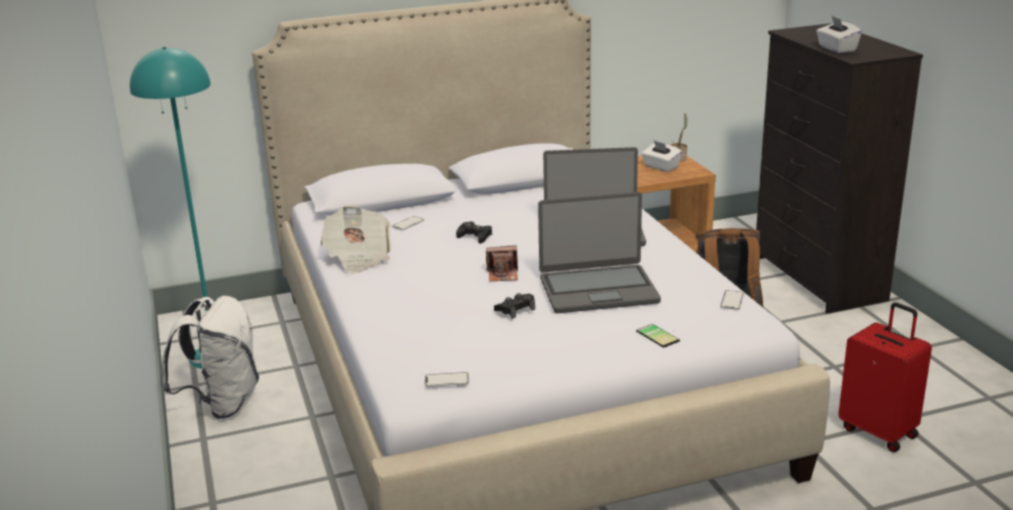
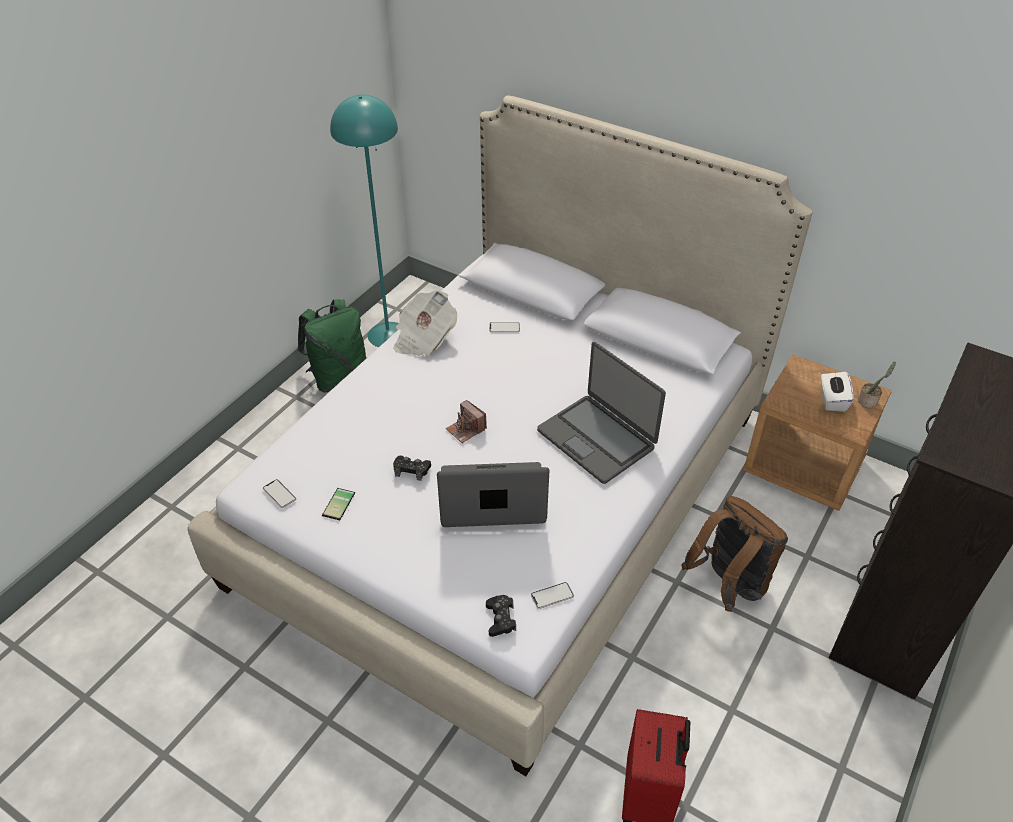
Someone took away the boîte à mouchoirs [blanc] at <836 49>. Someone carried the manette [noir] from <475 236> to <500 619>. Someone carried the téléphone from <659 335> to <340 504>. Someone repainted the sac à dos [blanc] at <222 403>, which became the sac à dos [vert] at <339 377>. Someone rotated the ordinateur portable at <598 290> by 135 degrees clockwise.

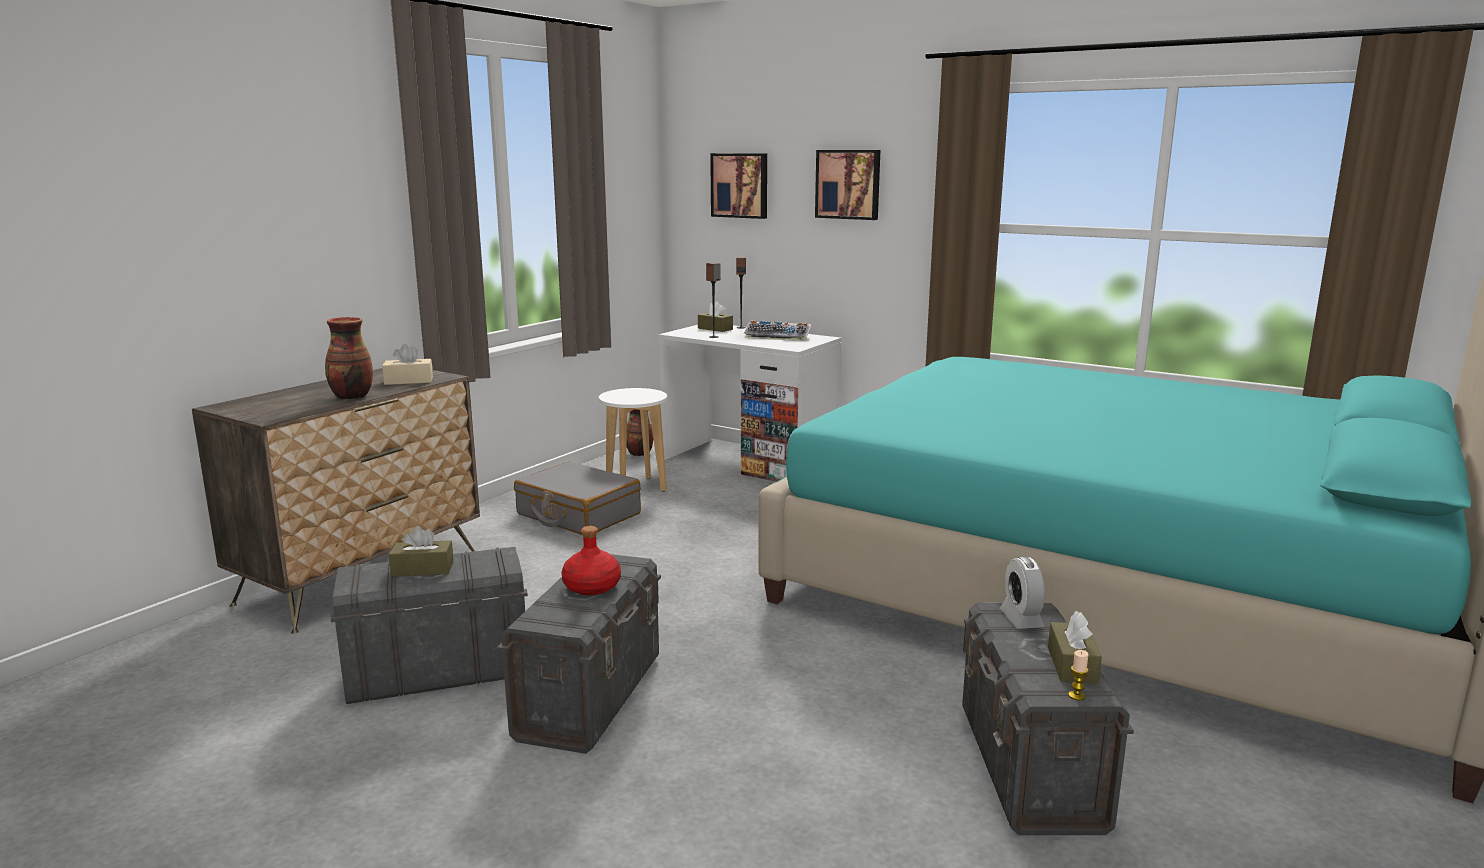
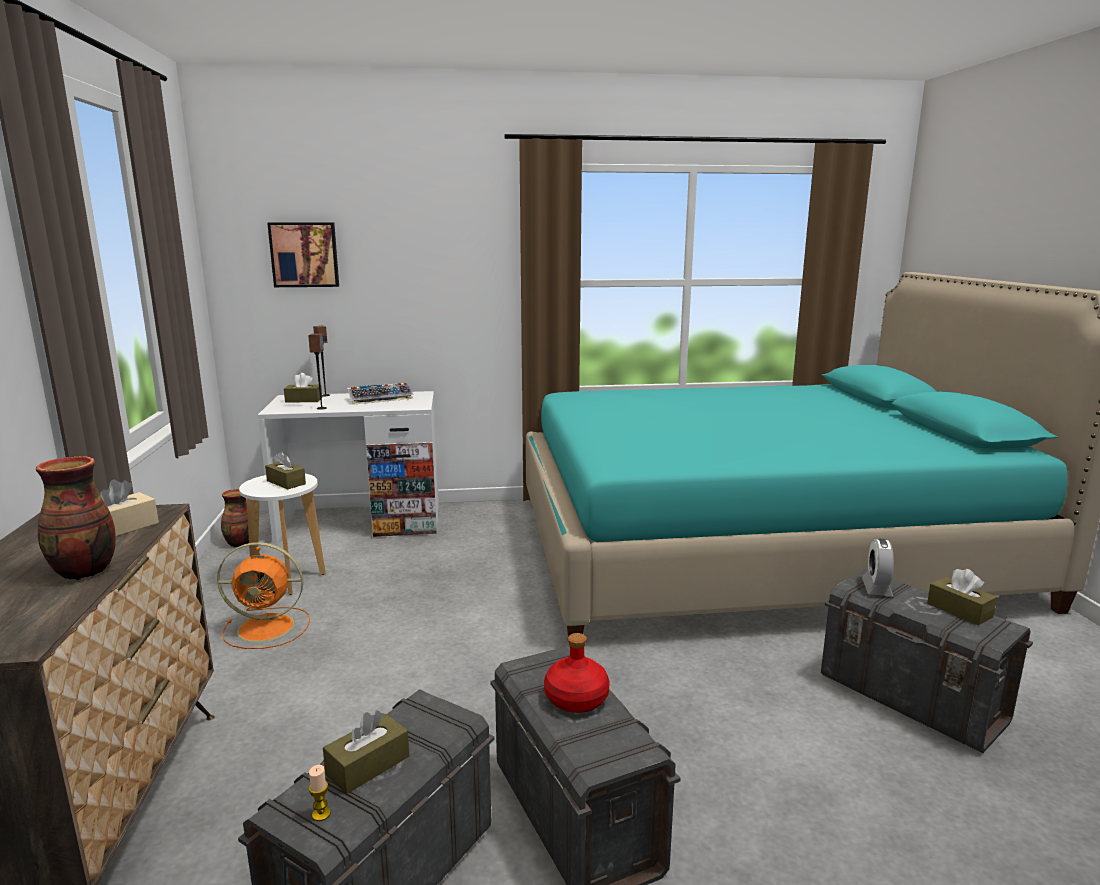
Someone took away the tableau at <848 184>. Someone put down the boîte à mouchoirs [marron] at <286 482>. Someone carried the bougie from <1076 696> to <321 814>. Someone swapped the valise [gris] at <578 514> for the ventilateur [orange] at <269 628>. Someone rotated the réveil at <1021 619> by 60 degrees clockwise.

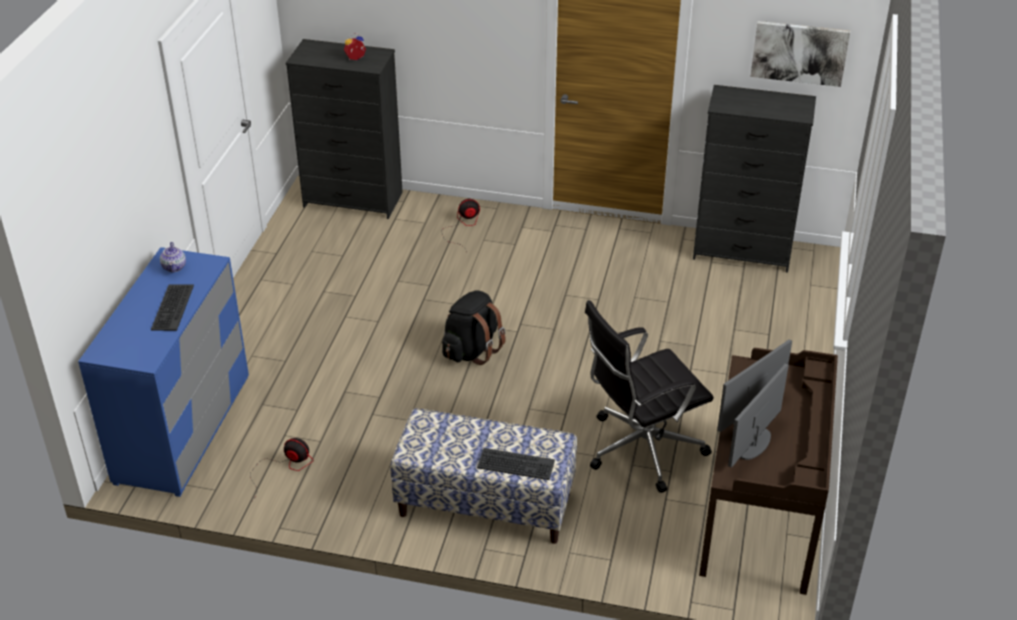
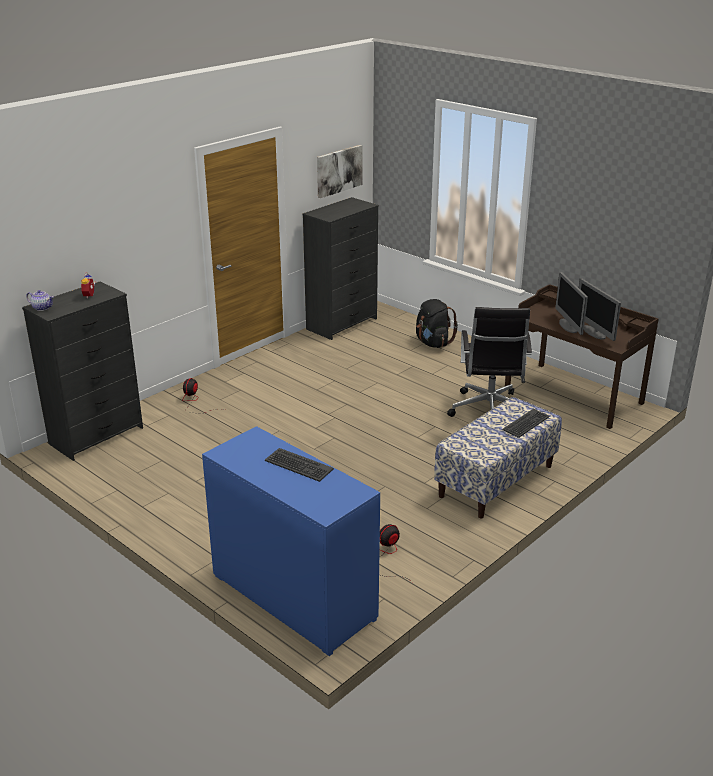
Someone carried the théière from <174 267> to <42 308>. Someone carried the sac à dos [noir] from <471 350> to <433 343>.

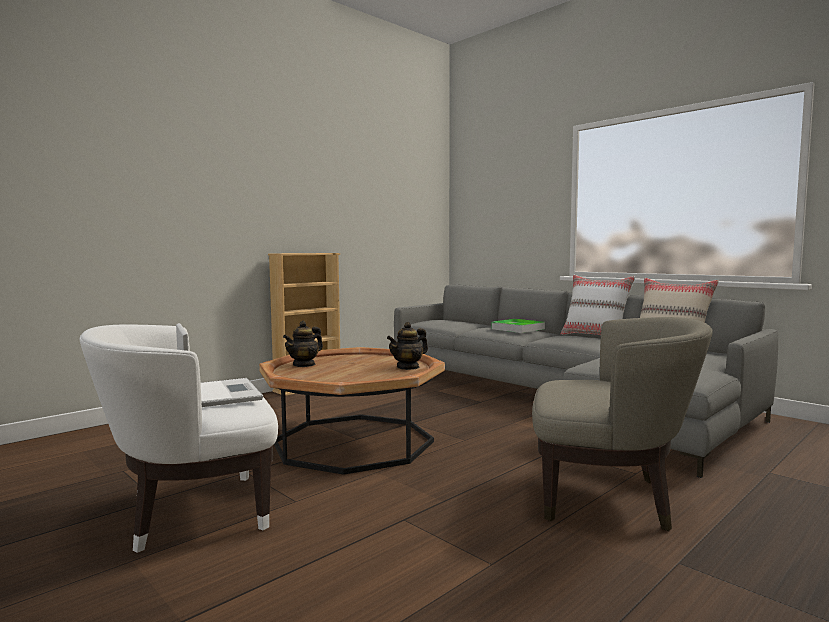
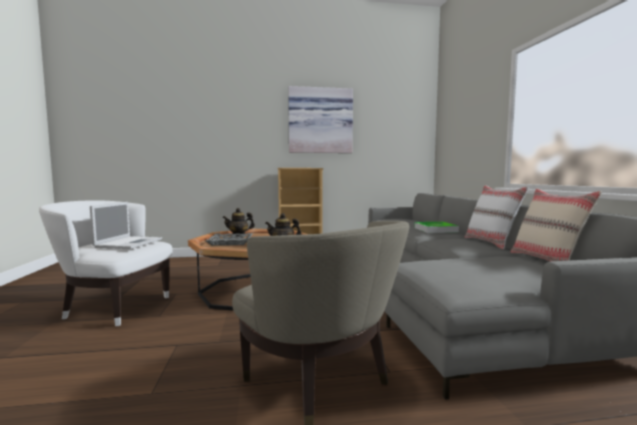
Someone put down the plateau [gris] at <230 242>. Someone put up the tableau at <320 121>.

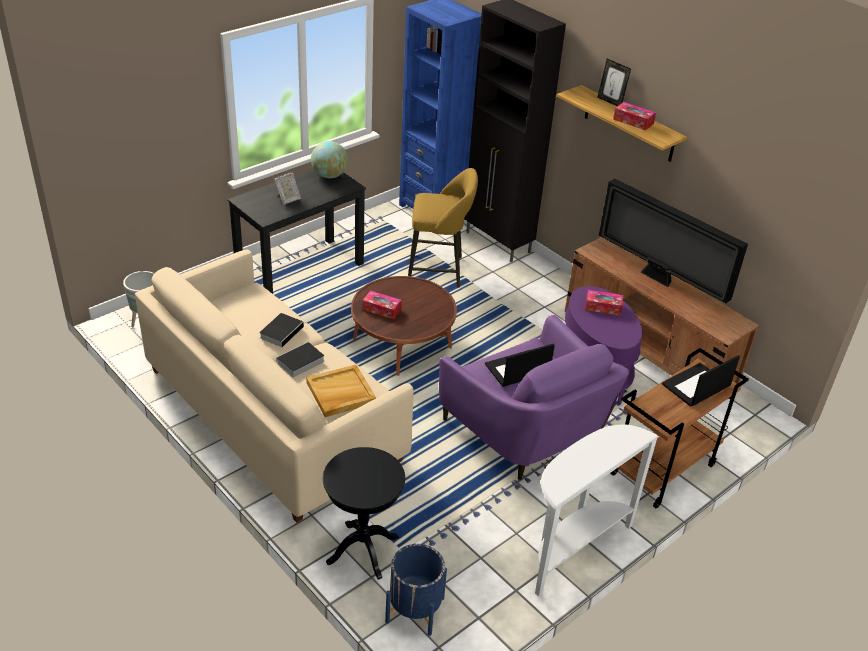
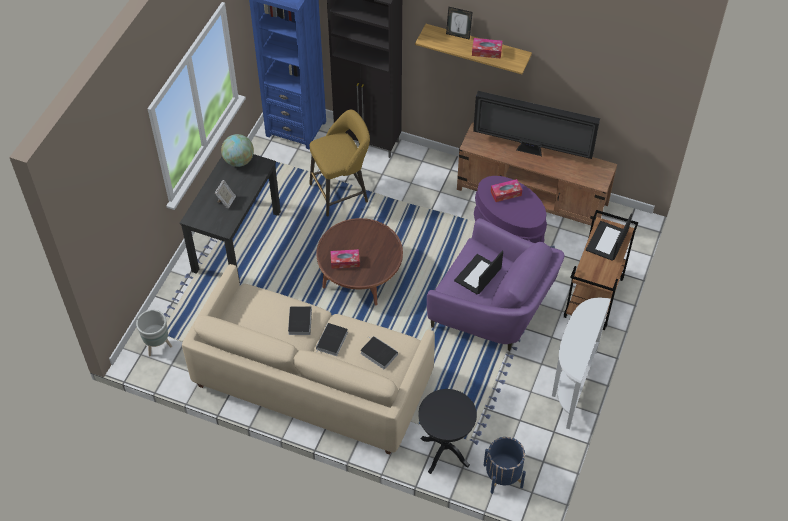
Someone swapped the plateau [beige] at <340 393> for the livre at <378 353>.

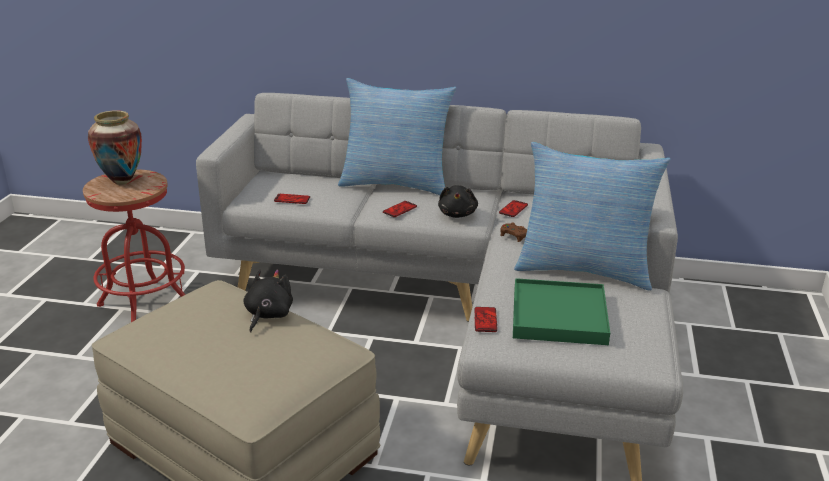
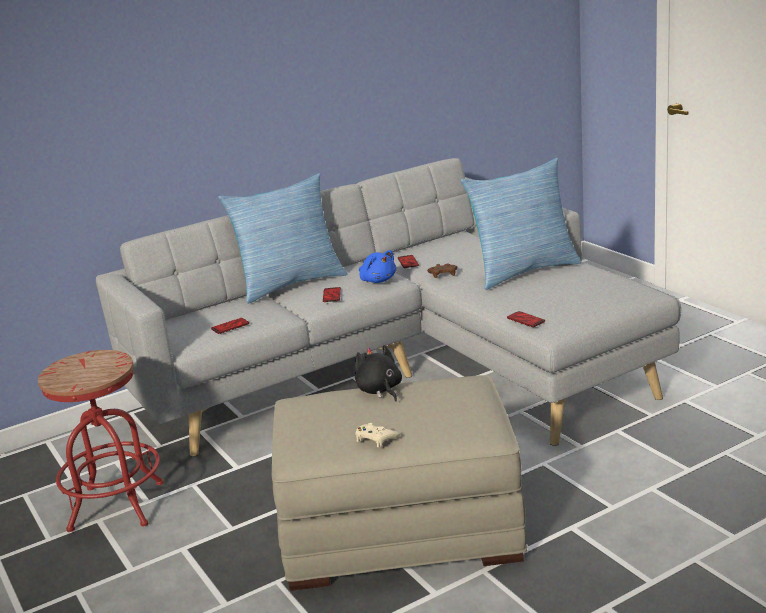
Someone took away the vase at <121 181>. Someone took away the plateau [vert] at <559 316>. Someone put down the manette [beige] at <375 438>. Someone repainted the peluche [noir] at <457 214>, which became the peluche [bleu] at <377 280>.

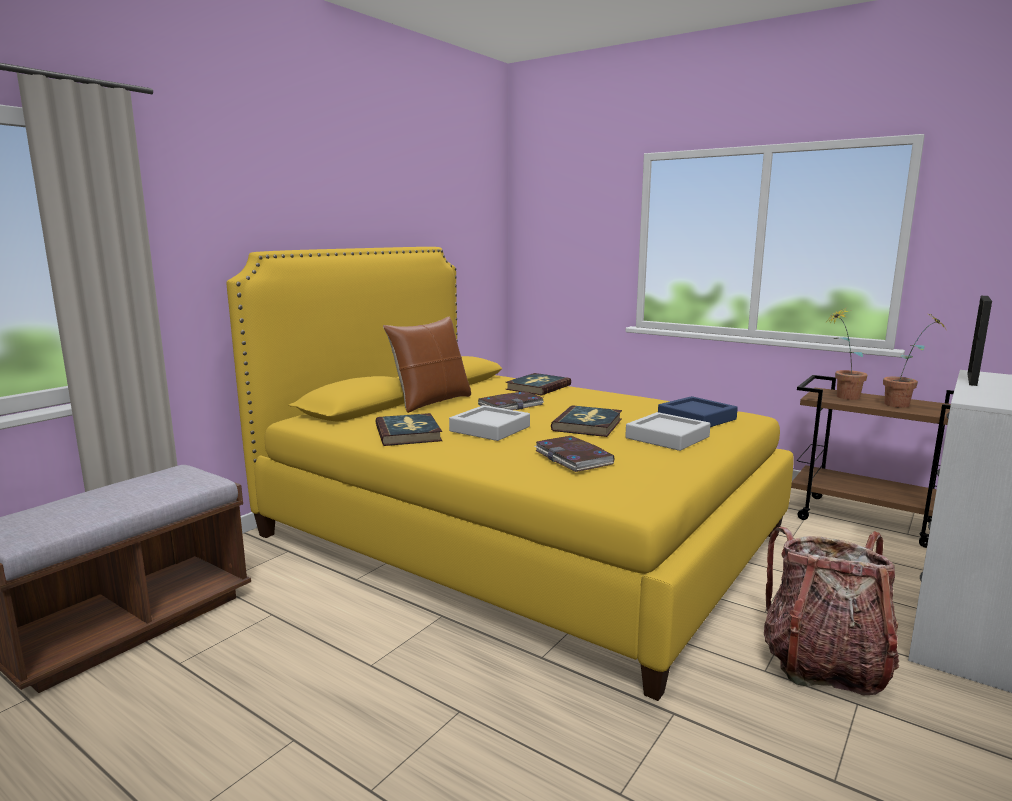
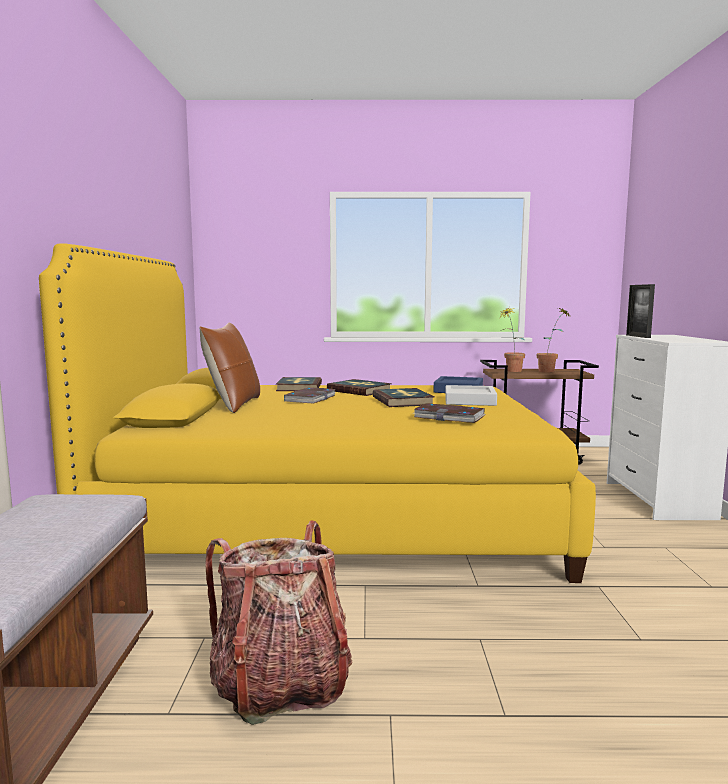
Someone took away the plateau [gris] at <490 429>. Someone carried the livre from <408 433> to <359 390>. Someone carried the sac à dos from <823 663> to <280 684>.

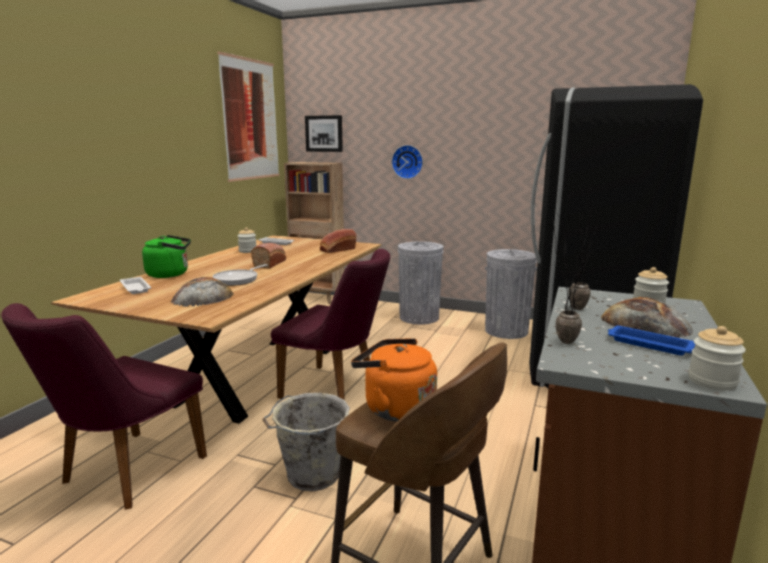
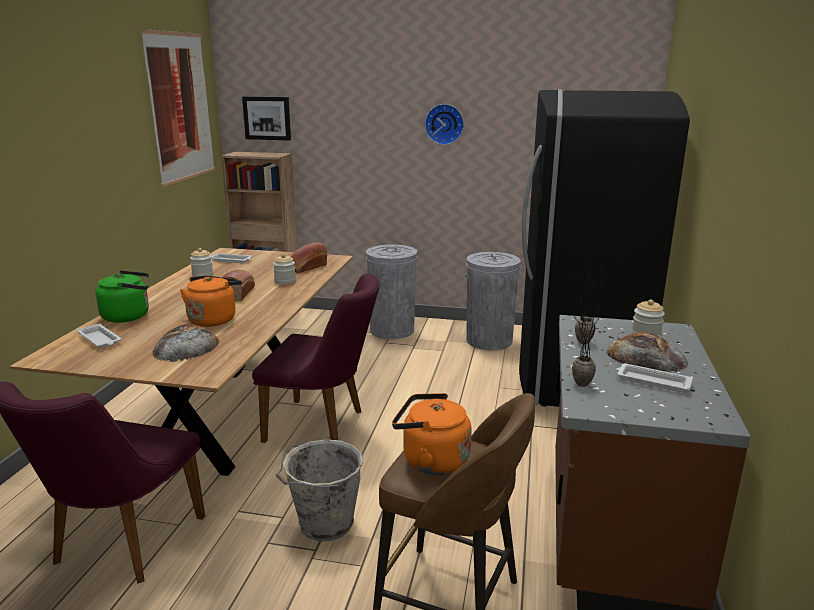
Someone carried the horloge murale from <408 162> to <444 124>. Someone carried the bocal from <712 381> to <285 281>. Someone swapped the poêle at <238 279> for the bouilloire [orange] at <213 319>. Someone repainted the plateau [bleu] at <648 344>, which became the plateau [blanc] at <652 381>.

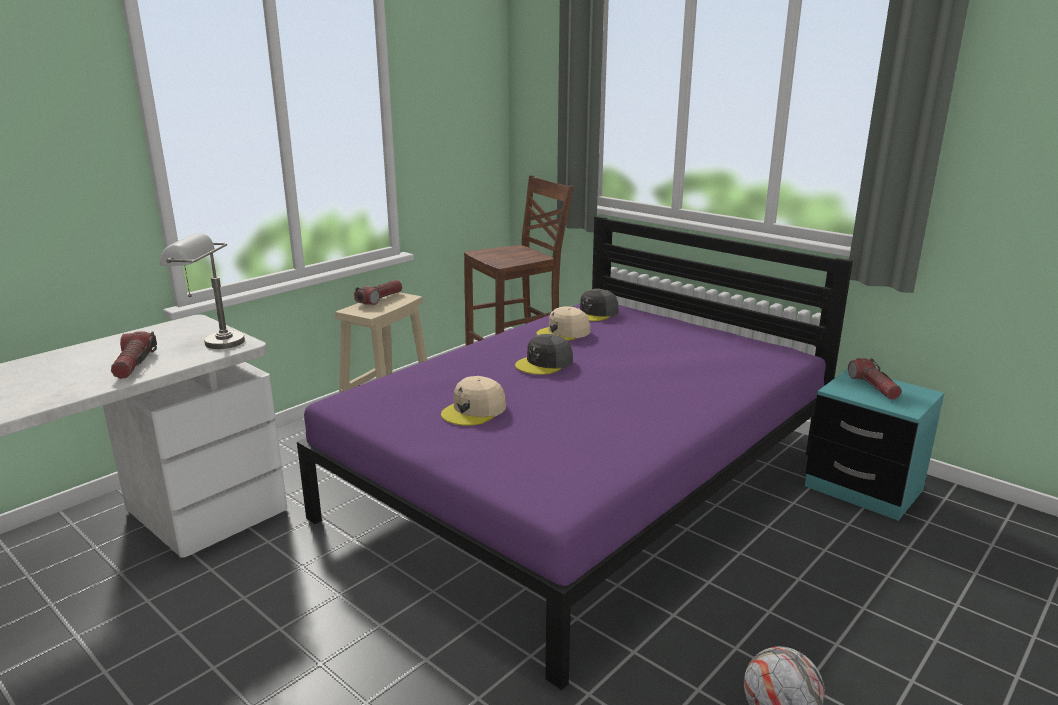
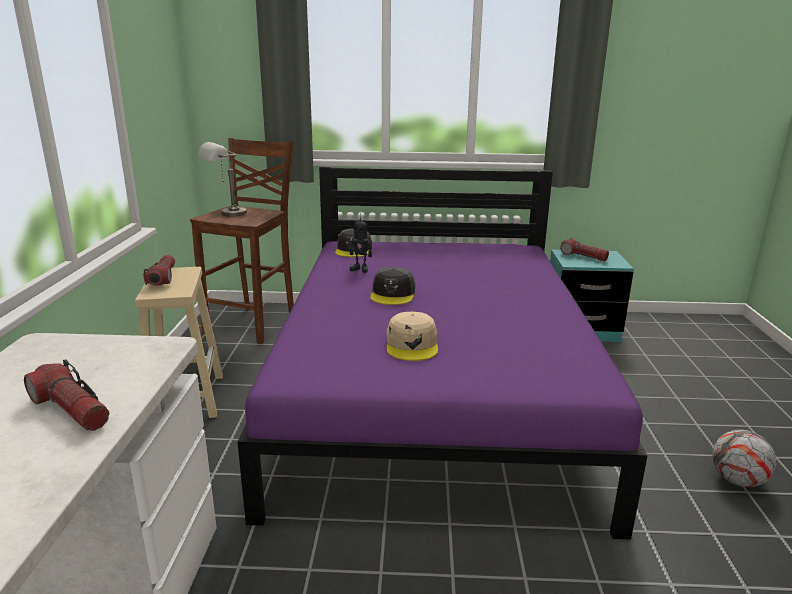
Someone carried the lampe de table [gris] from <211 342> to <226 214>. Someone swapped the casquette [beige] at <564 333> for the robot jouet at <360 269>.

